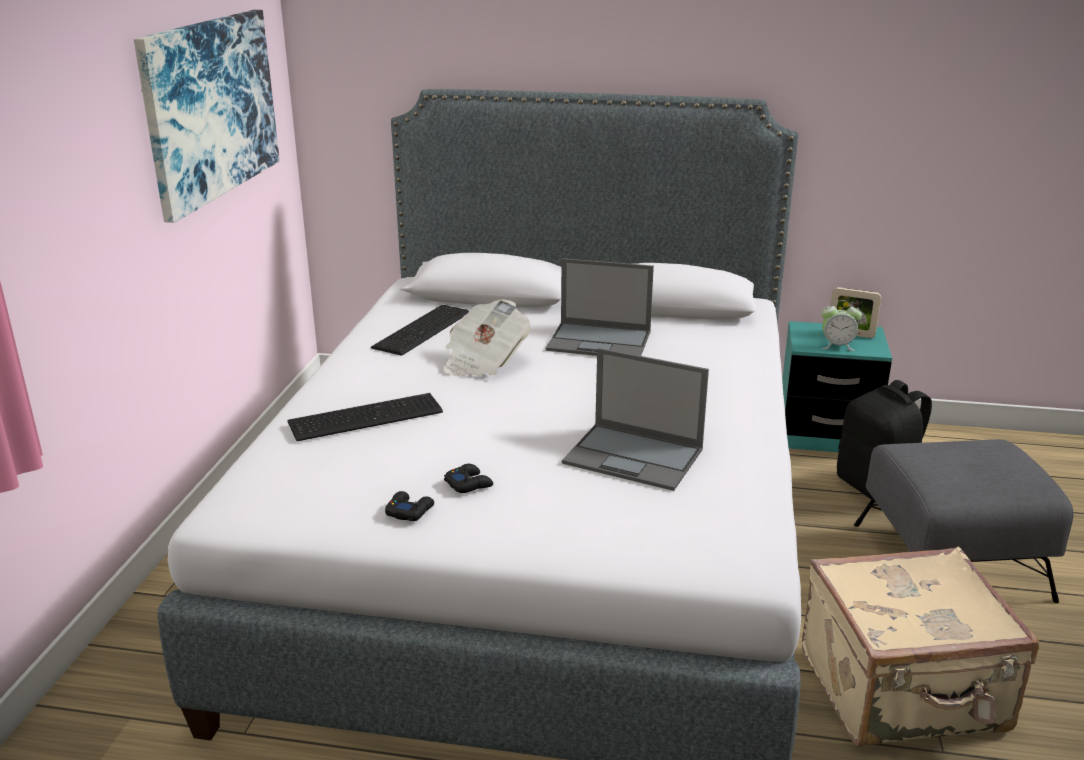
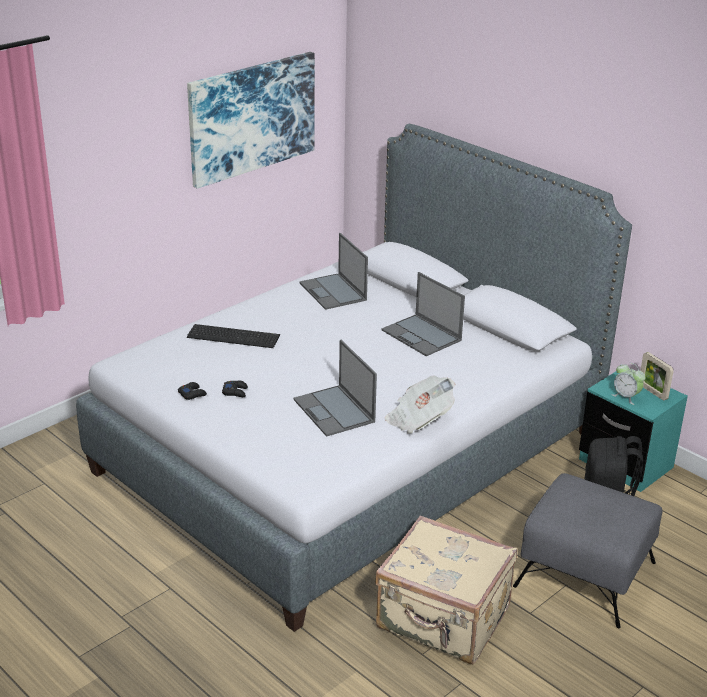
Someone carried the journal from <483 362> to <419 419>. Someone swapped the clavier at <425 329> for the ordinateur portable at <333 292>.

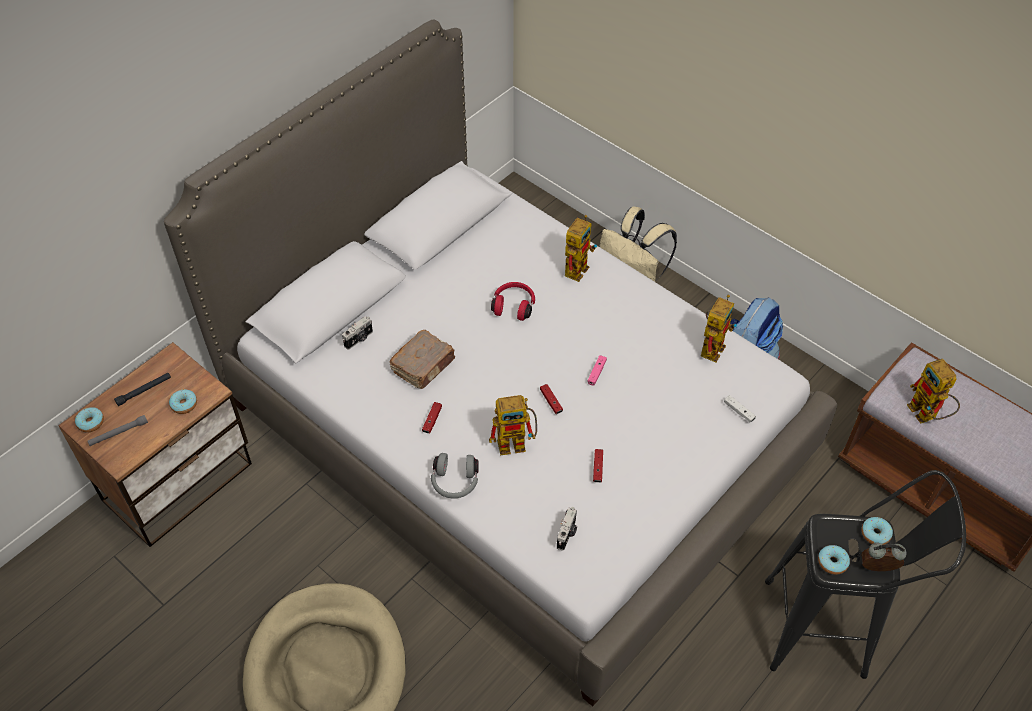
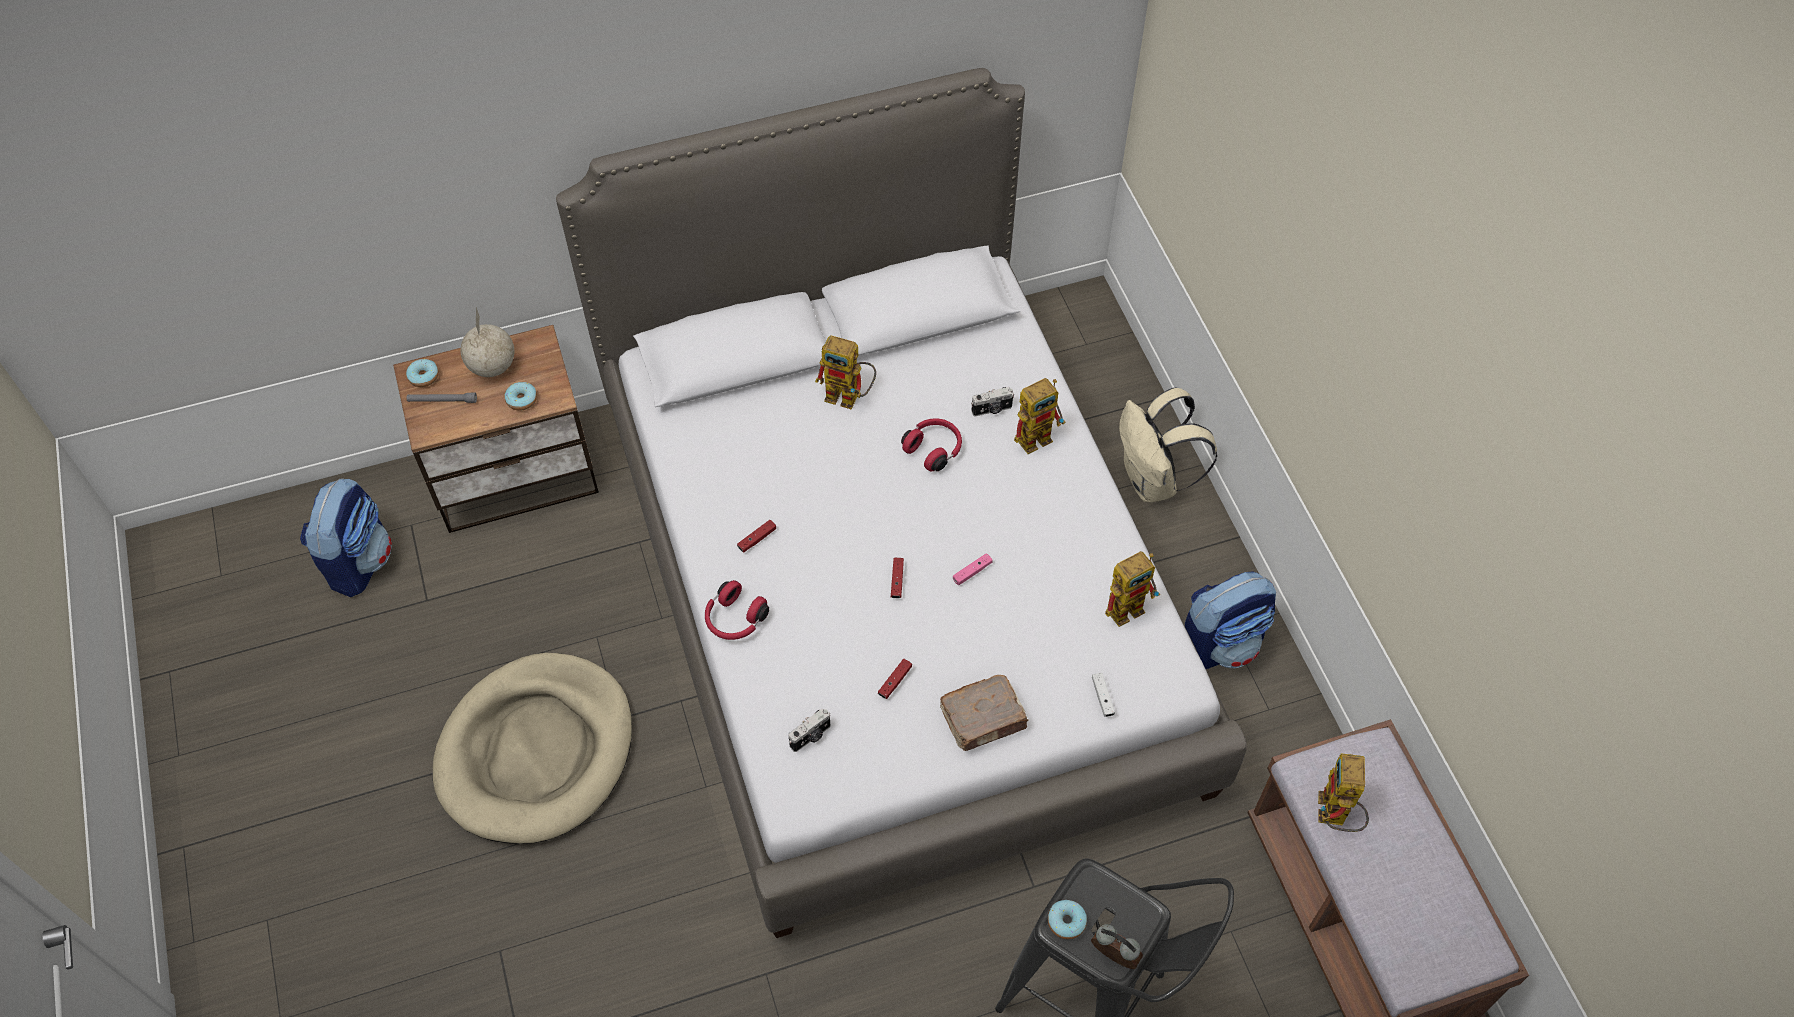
Someone took away the beignet at <875 534>. Someone put down the sac à dos at <359 560>. Someone carried the appareil photo from <359 339> to <992 410>. Someone carried the livre [marron] from <424 366> to <984 719>. Someone carried the robot jouet from <517 442> to <849 396>. Someone swapped the lampe de poche [noir] at <144 391> for the globe at <493 366>. Someone repainted the casque audio [gris] at <455 482>, which became the casque audio [rouge] at <734 619>.

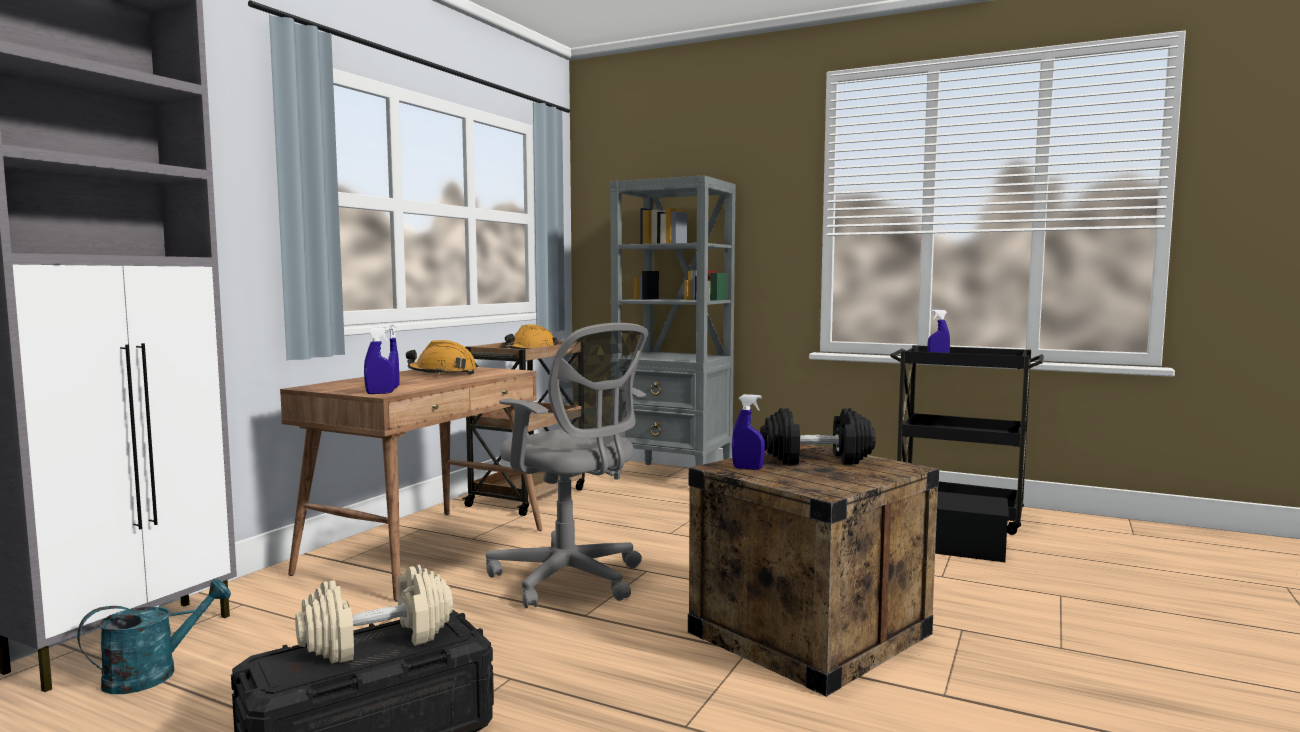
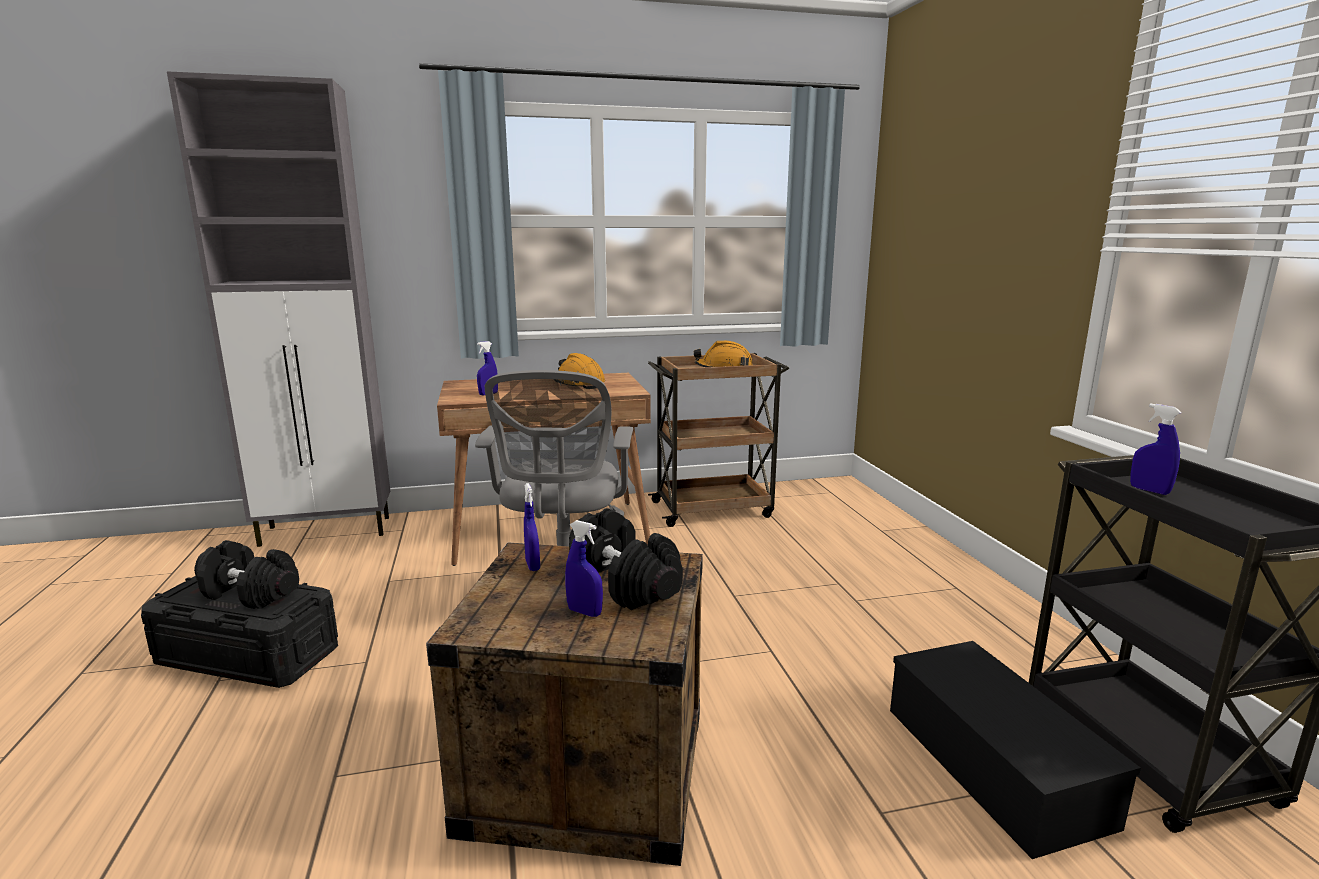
Someone took away the arrosoir [turquoise] at <154 674>. Someone took away the bibliothèque [gris] at <673 476>. Someone carried the vaporisateur [bleu] from <380 393> to <584 612>. Someone repainted the haltère [beige] at <377 641>, which became the haltère [noir] at <249 593>.

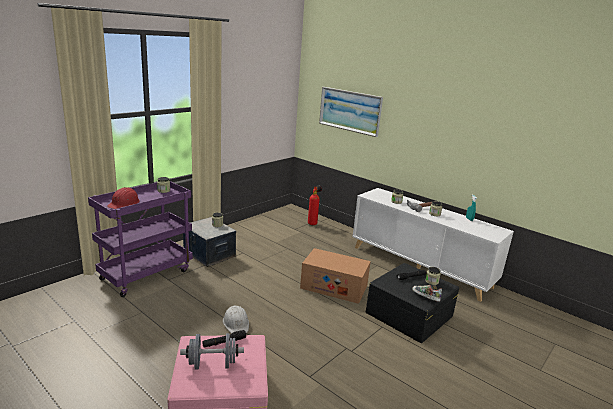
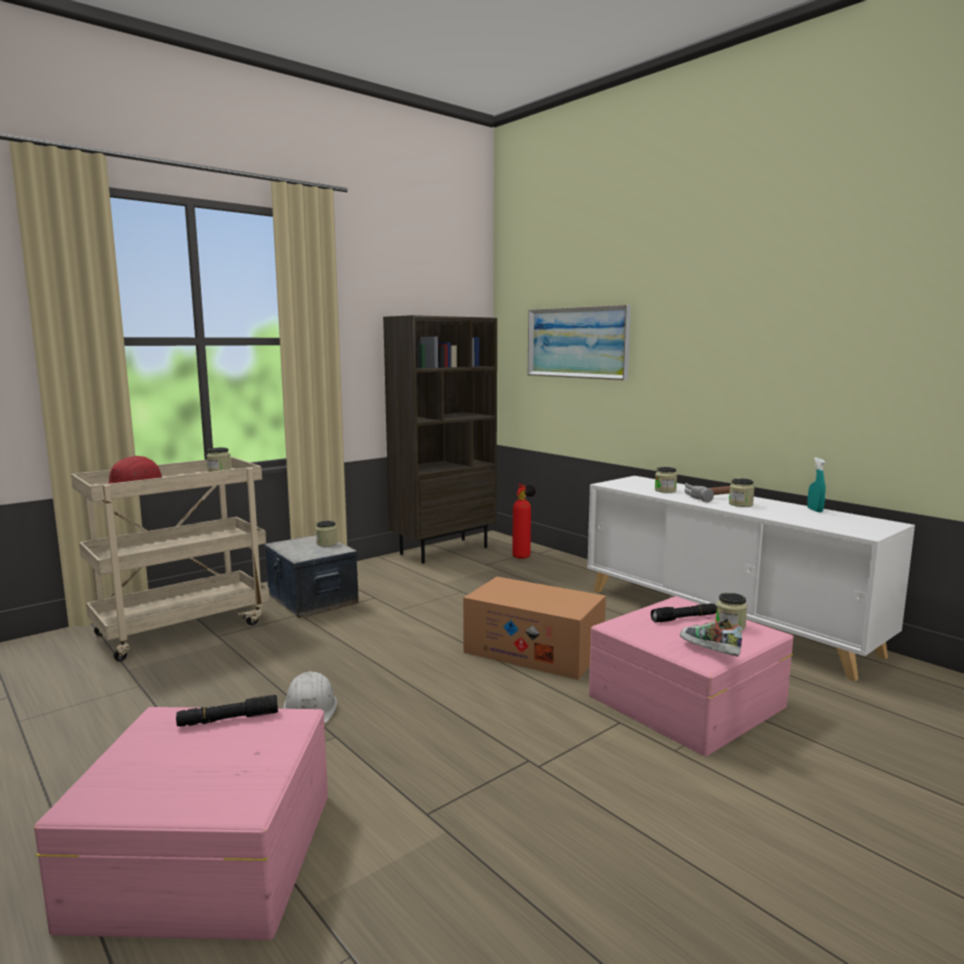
Someone took away the haltère [gris] at <212 364>. Someone put down the bibliothèque [marron] at <444 550>. Someone repainted the chariot [violet] at <146 274>, which became the chariot [beige] at <183 627>. Someone repainted the boîte de rangement [noir] at <408 314>, which became the boîte de rangement [rose] at <685 701>.

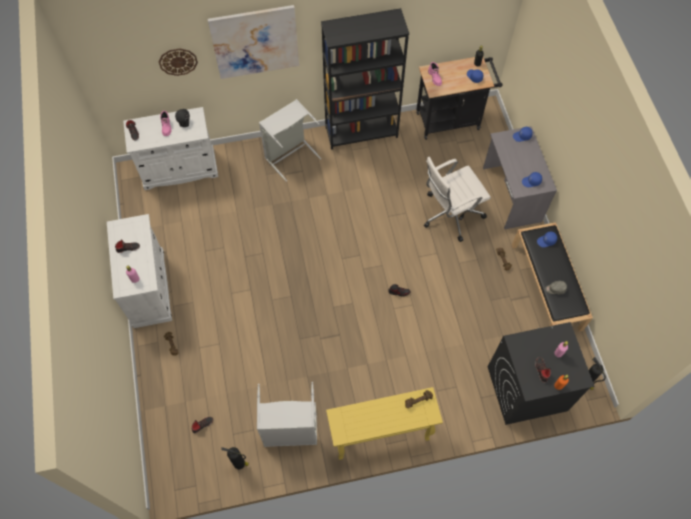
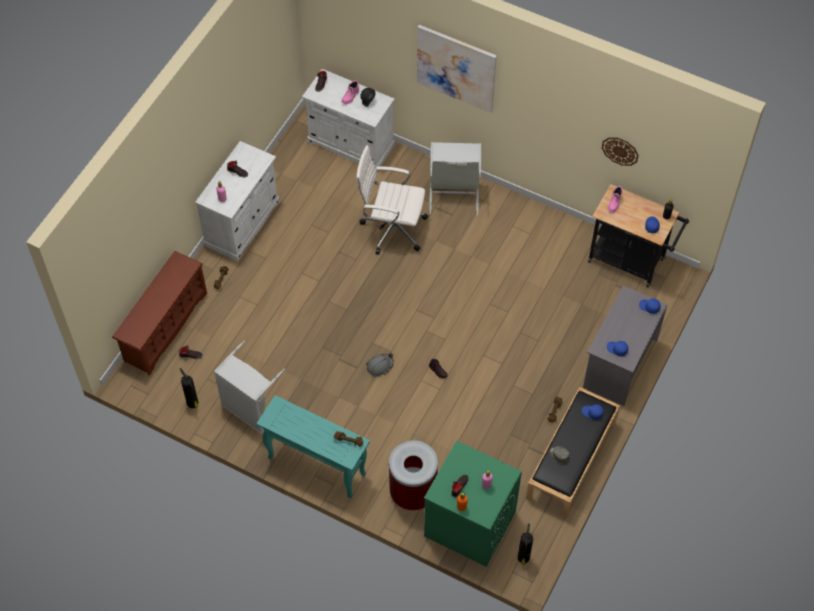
Someone took away the bibliothèque [noir] at <361 132>. Someone put down the étagère à chaussures [marron] at <165 326>. Someone put down the casque de chantier [gris] at <380 366>. Someone put down the poubelle at <413 492>. Someone carried the horloge murale from <178 61> to <620 151>. Someone carried the chaise de bureau [blanc] from <450 214> to <392 228>. Someone repainted the table console [jaune] at <380 435>, which became the table console [turquoise] at <316 466>. Someone repainted the lave-linge [noir] at <526 389>, which became the lave-linge [vert] at <469 524>.

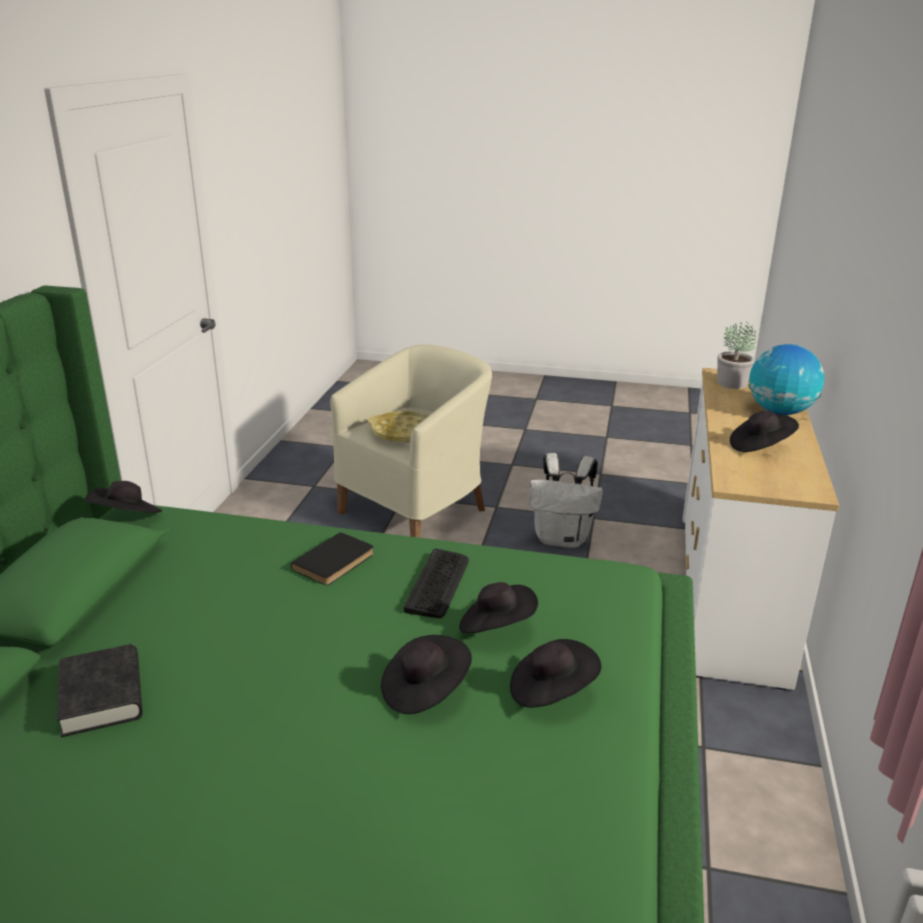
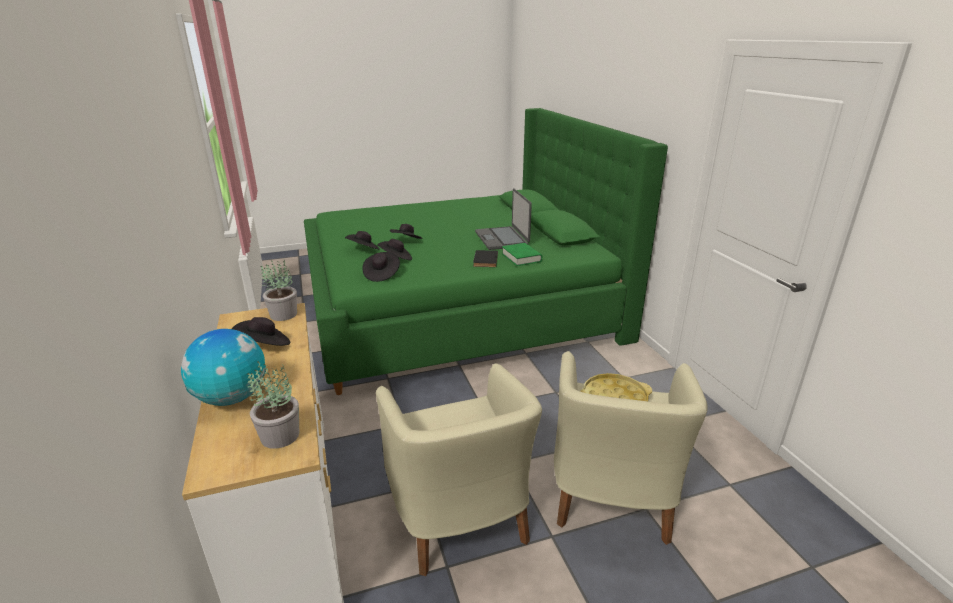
Someone took away the livre [noir] at <102 696>. Someone took away the clavier at <438 584>. Someone put down the plante en pot at <283 314>. Someone put down the ordinateur portable at <502 239>. Someone put down the livre [vert] at <521 257>. Someone carried the chapeau [noir] from <127 517> to <381 274>. Someone swapped the sac à dos [blanc] at <563 539> for the fauteuil [beige] at <459 517>.

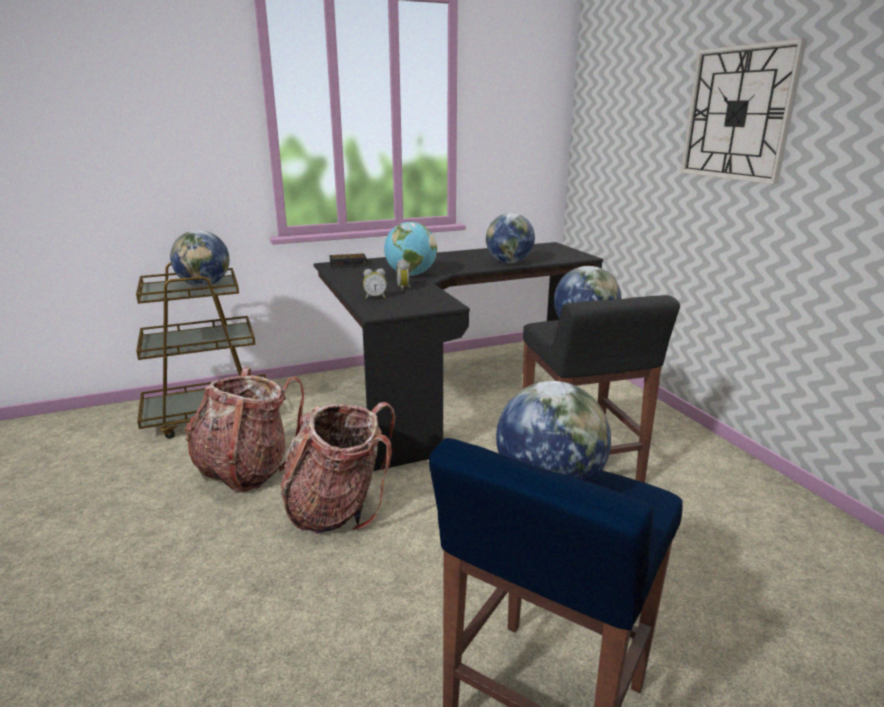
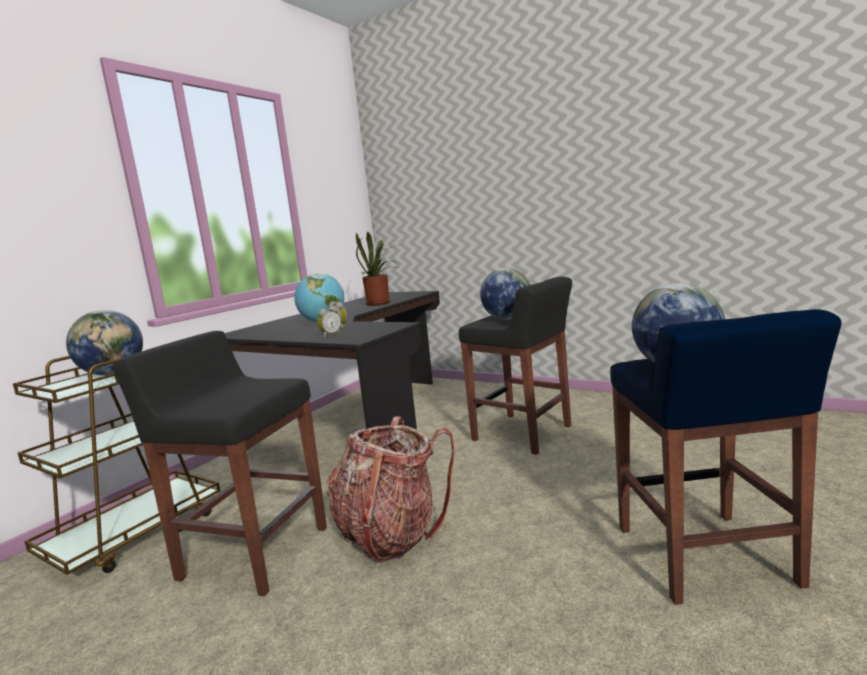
Someone took away the réveil at <349 264>. Someone took away the horloge murale at <738 113>. Someone swapped the sac à dos at <246 470> for the tabouret [noir] at <253 552>. Someone swapped the globe at <509 262> for the plante en pot at <381 303>.

